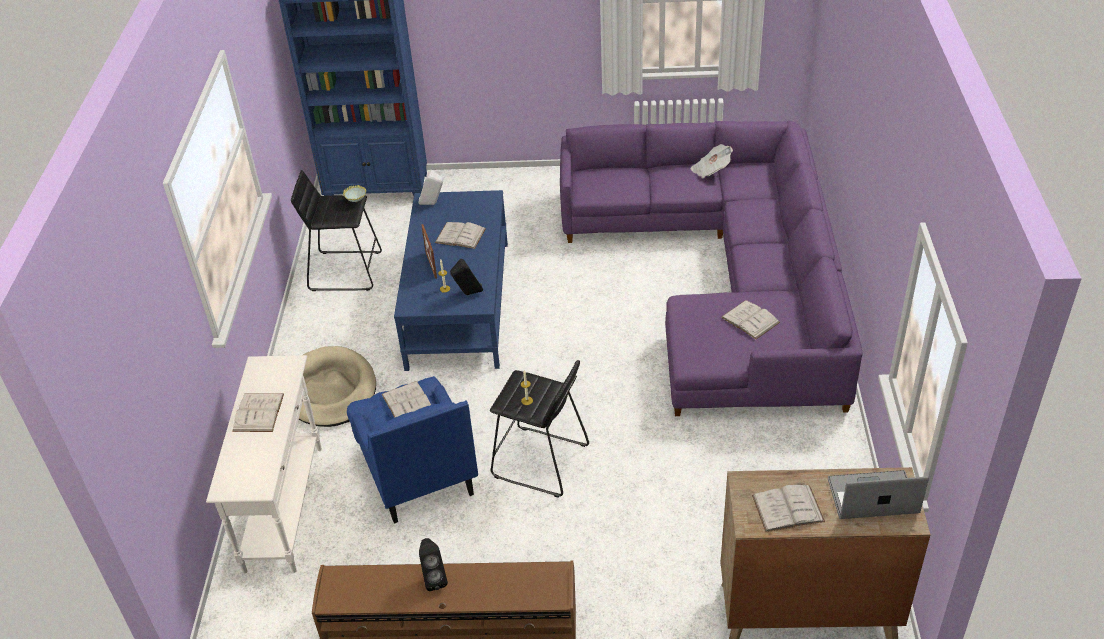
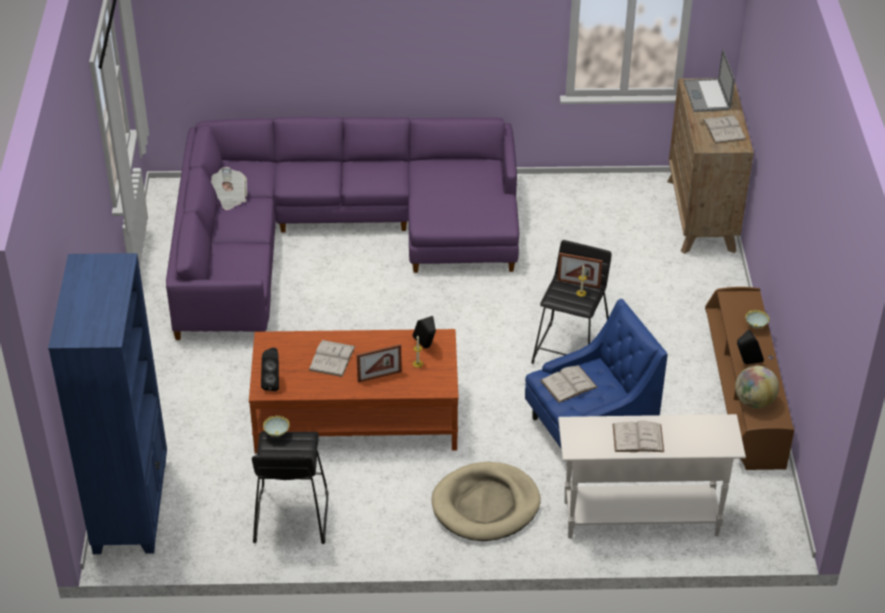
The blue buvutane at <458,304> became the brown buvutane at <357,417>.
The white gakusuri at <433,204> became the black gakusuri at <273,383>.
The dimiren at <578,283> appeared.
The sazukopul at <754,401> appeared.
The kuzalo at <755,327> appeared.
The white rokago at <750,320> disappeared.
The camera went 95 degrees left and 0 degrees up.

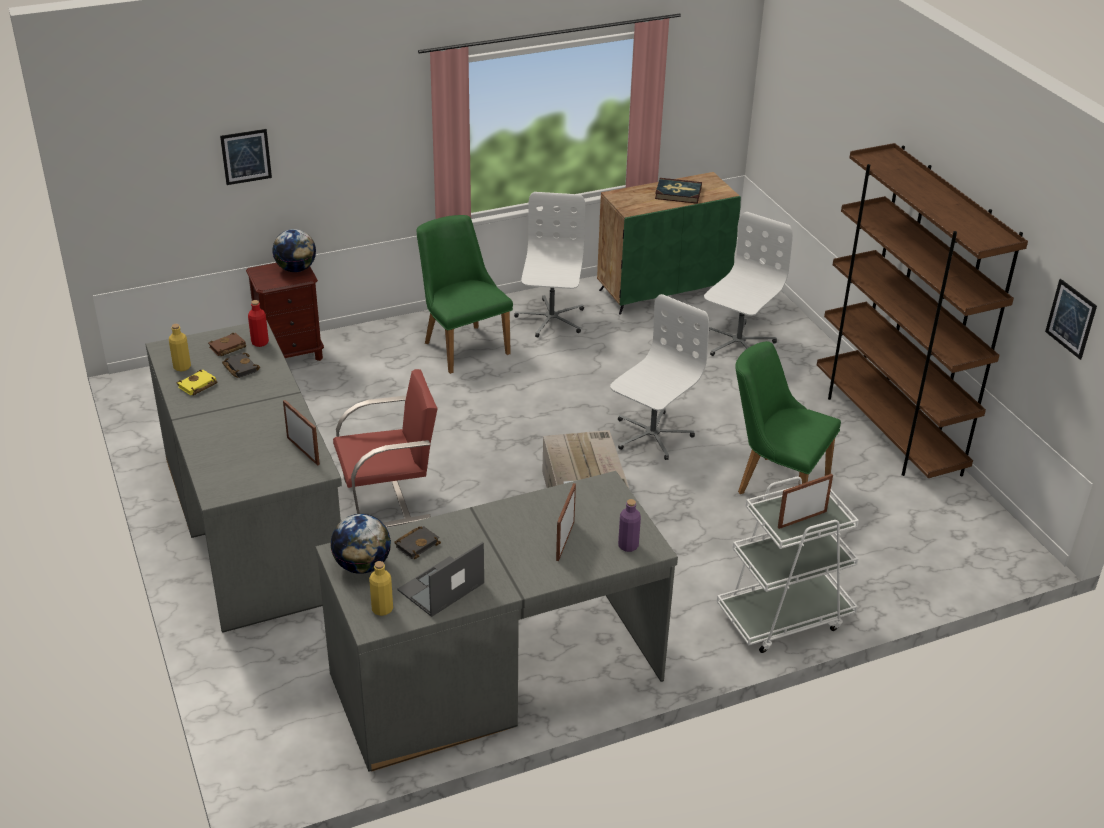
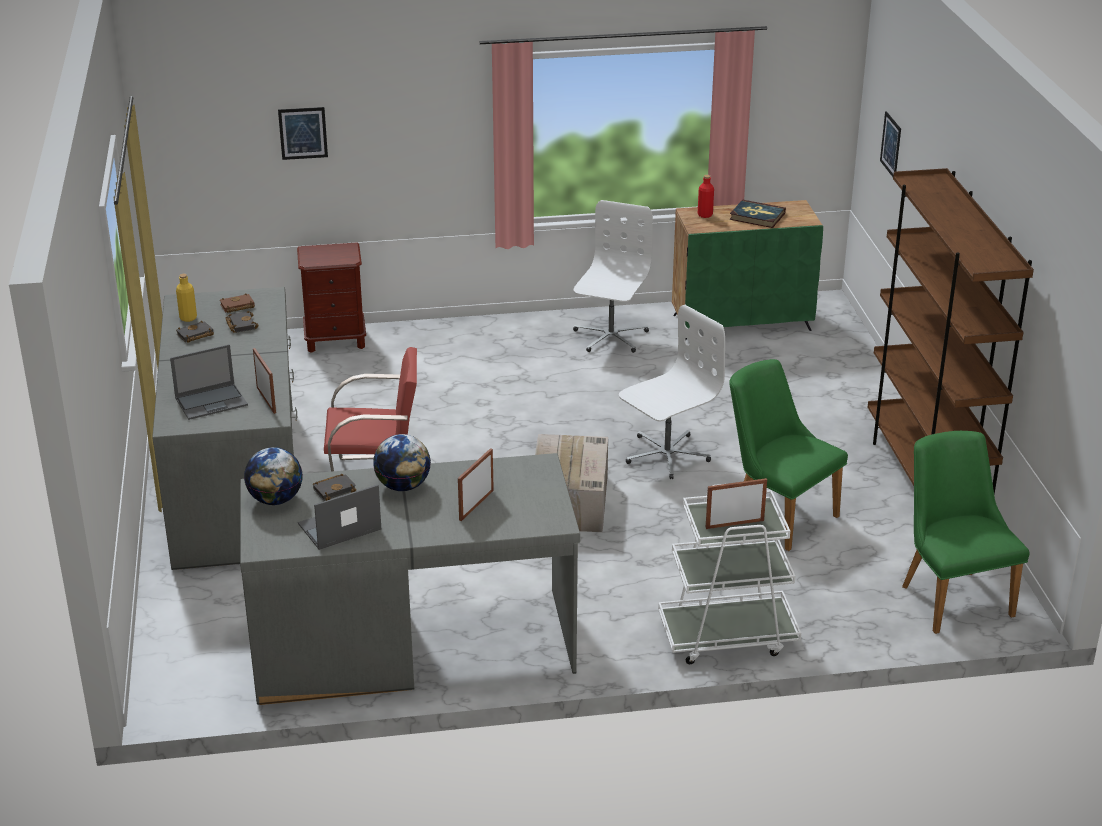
The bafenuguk at <212,401> appeared.
The yellow rokago at <197,386> became the black rokago at <195,335>.
The sazukopul moved from <296,269> to <403,486>.
The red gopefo moved from <260,342> to <705,215>.
The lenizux moved from <1071,318> to <891,145>.
The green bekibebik moved from <461,344> to <950,594>.
The yellow gopefo at <382,609> disappeared.
The purple gopefo at <628,546> disappeared.
The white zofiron at <737,343> disappeared.
The camera went 15 degrees right and 5 degrees down.

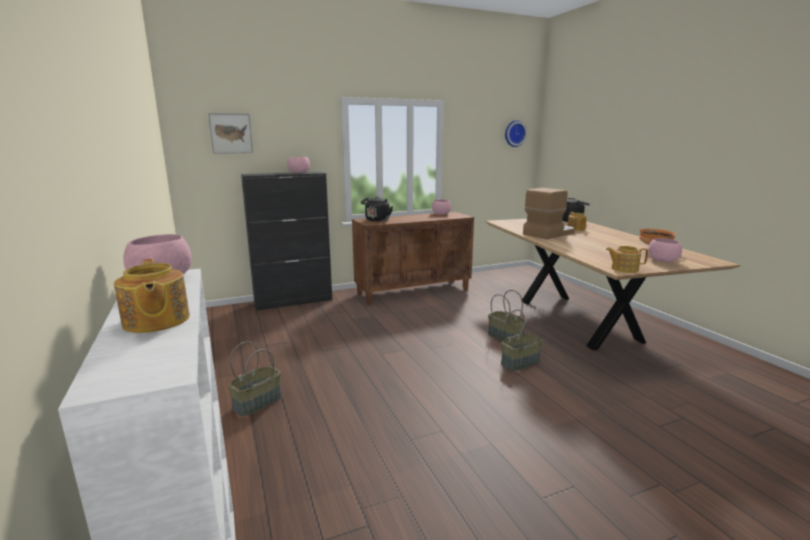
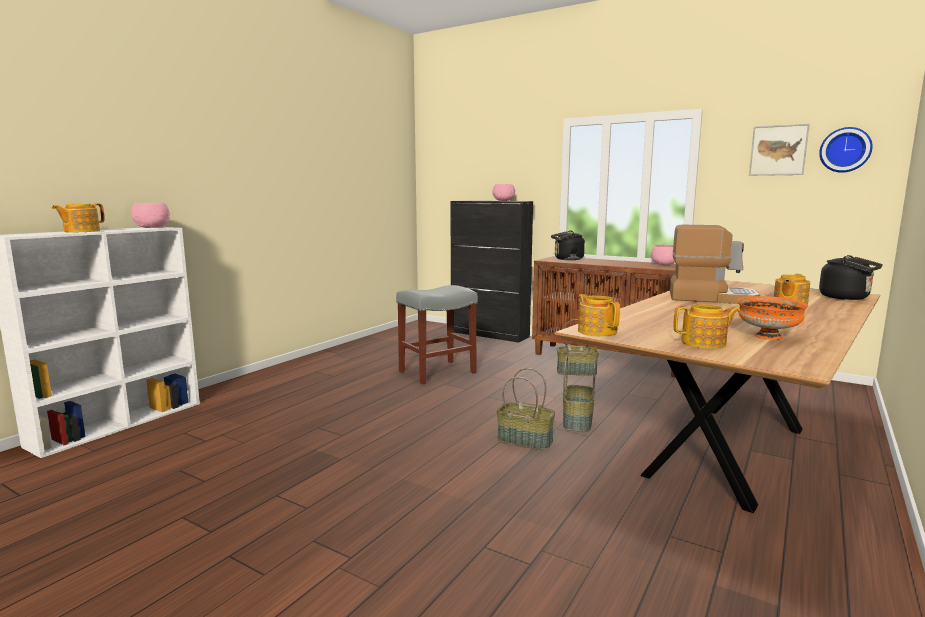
The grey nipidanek at <438,372> appeared.
The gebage moved from <257,402> to <577,371>.
The pink kuzalo at <663,261> was replaced by the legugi at <704,343>.
The lenizux moved from <231,133> to <778,150>.
The camera went 55 degrees right and 5 degrees down.

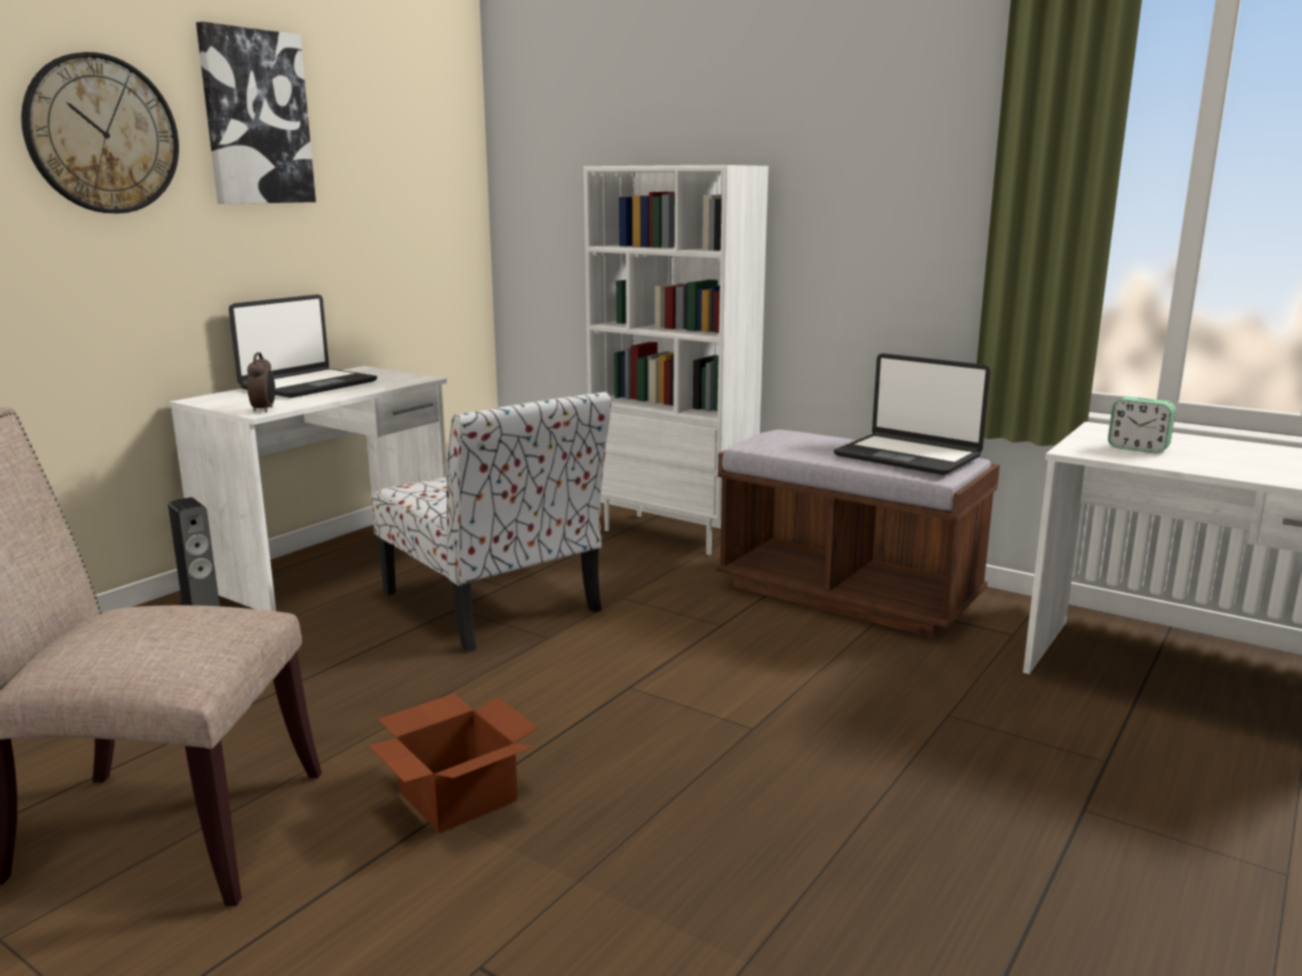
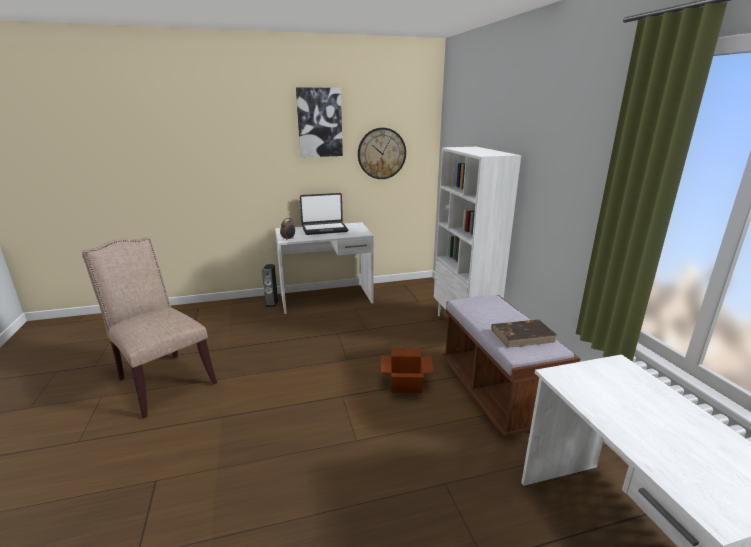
The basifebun moved from <102,134> to <381,153>.
The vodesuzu moved from <458,795> to <406,383>.
The bafenuguk at <908,456> was replaced by the brown rokago at <523,335>.
The bekibebik at <494,603> disappeared.
The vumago at <1138,448> disappeared.
The camera went 40 degrees right and 5 degrees up.

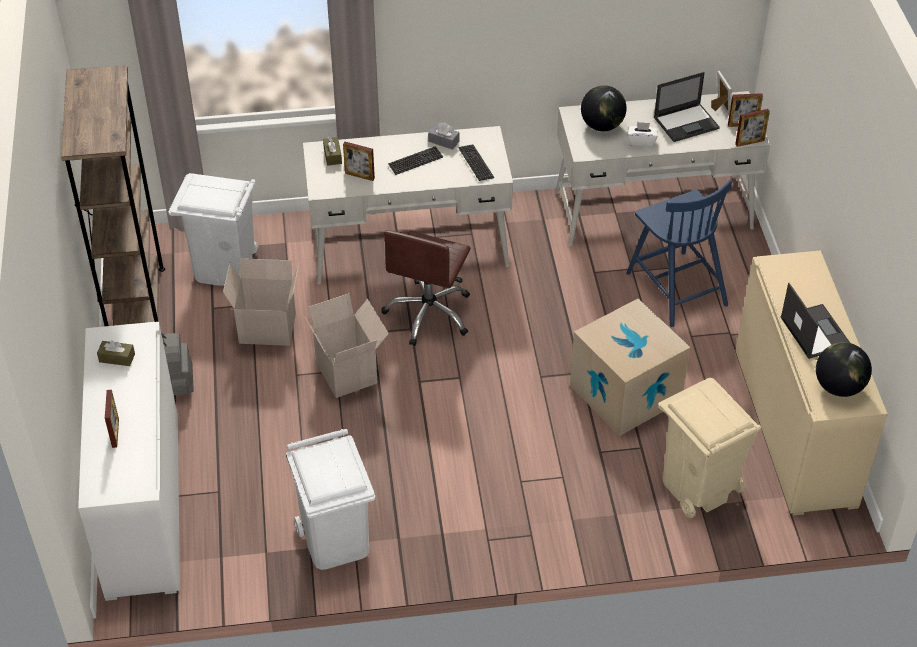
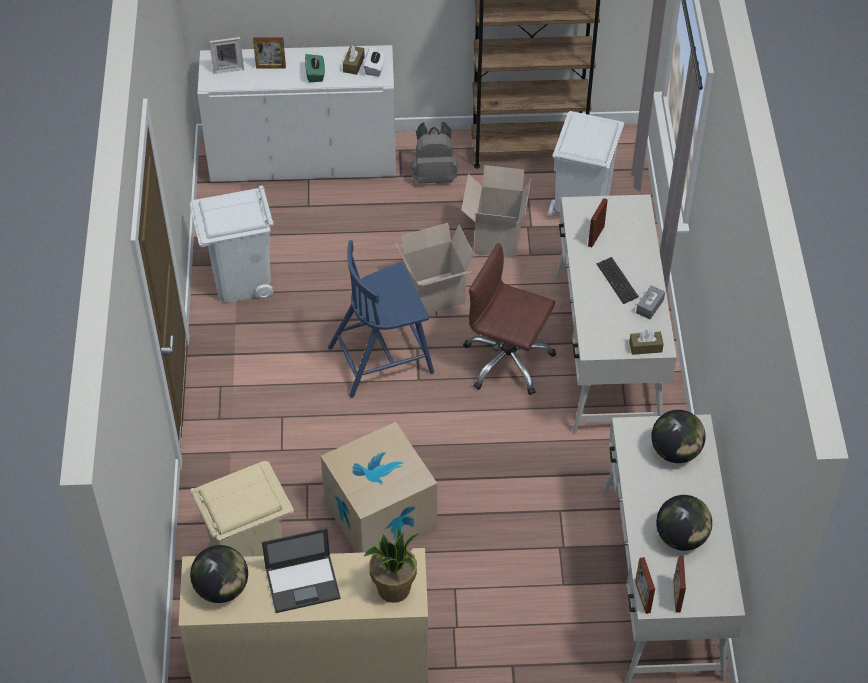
The dimiren moved from <719,109> to <228,67>.
The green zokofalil at <315,74> appeared.
The blue bekibebik moved from <675,287> to <382,358>.
The white zokofalil moved from <641,141> to <375,68>.
The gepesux at <394,589> appeared.
The brown zokofalil moved from <332,155> to <645,347>.
The bafenuguk at <686,122> was replaced by the sazukopul at <681,537>.
The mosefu at <476,163> disappeared.
The camera went 95 degrees right and 5 degrees up.

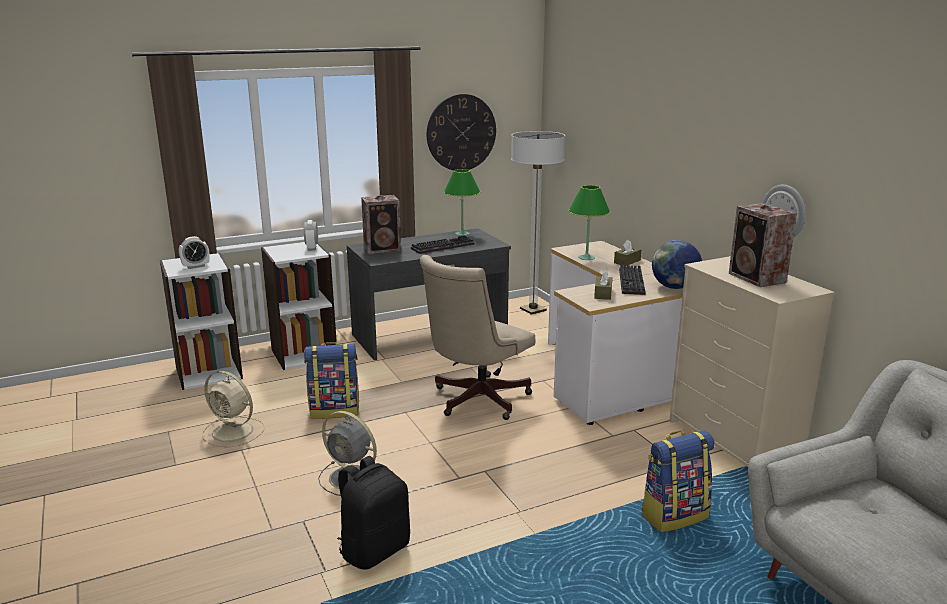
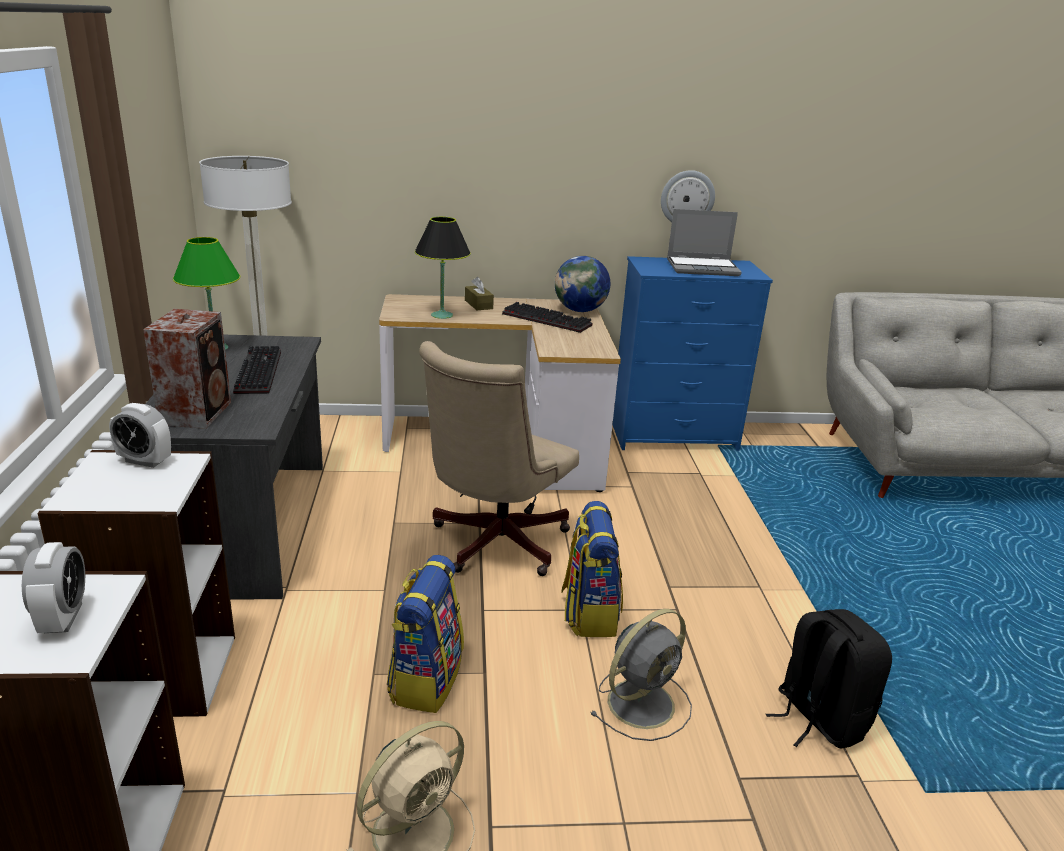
The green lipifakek at <586,258> became the black lipifakek at <442,315>.
The beige zofiron at <475,400> turned 60 degrees clockwise.
The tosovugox moved from <674,515> to <589,613>.
The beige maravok at <734,441> became the blue maravok at <674,436>.
The gakusuri at <757,278> was replaced by the bafenuguk at <703,268>.
The basifebun at <461,132> disappeared.
The brown zokofalil at <603,294> disappeared.
The camera went 70 degrees left and 5 degrees up.

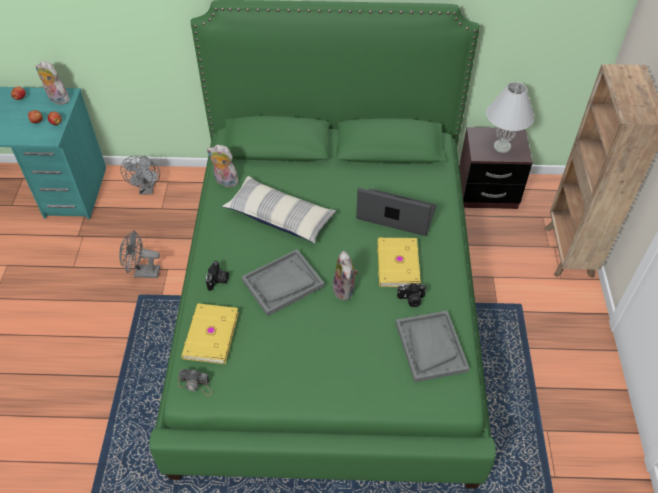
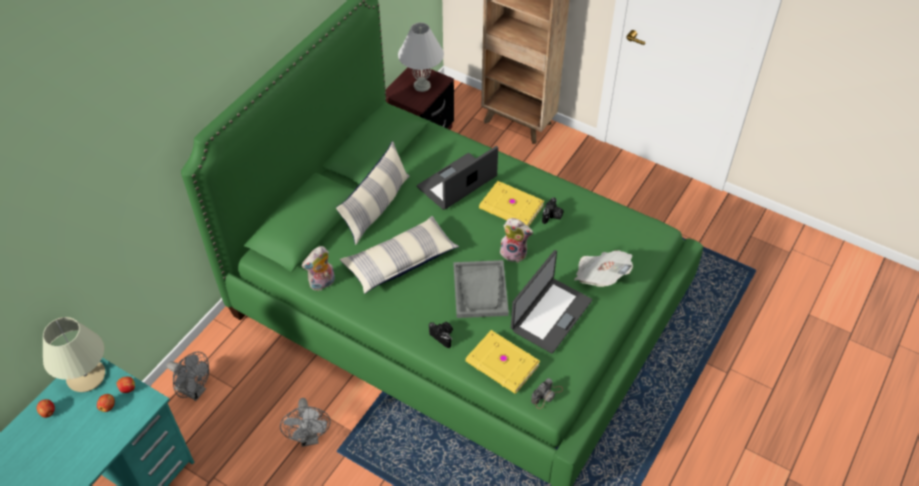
The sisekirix at <57,99> was replaced by the beige lipifakek at <86,376>.
The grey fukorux at <142,272> turned 45 degrees counterclockwise.
The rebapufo at <377,207> appeared.
The bafenuguk at <550,315> appeared.
The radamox at <600,276> appeared.
The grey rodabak at <430,346> disappeared.
The camera went 60 degrees left and 0 degrees up.

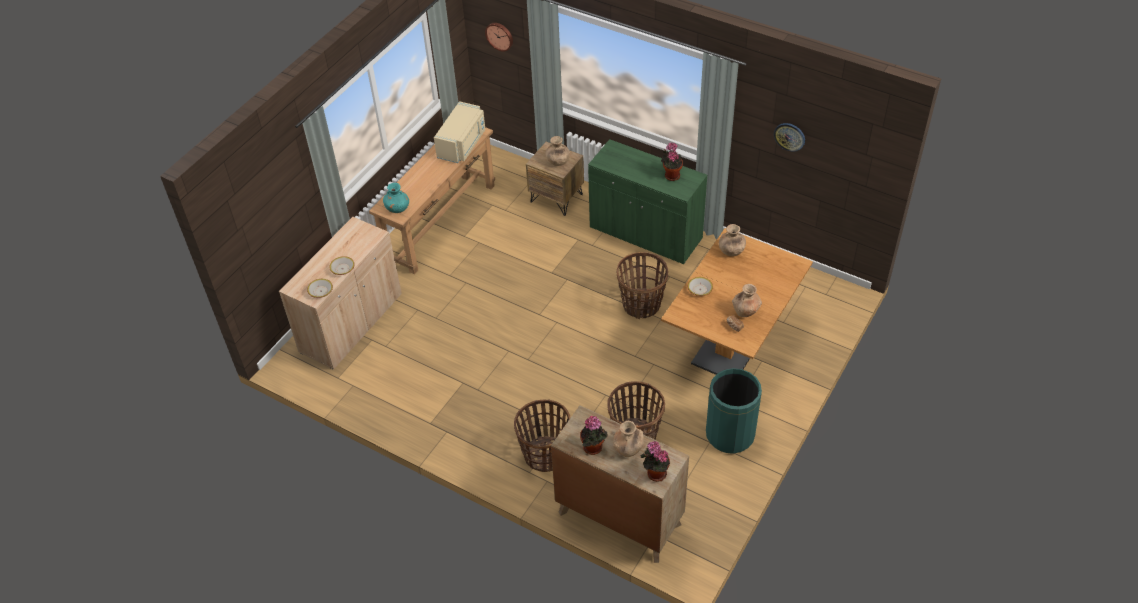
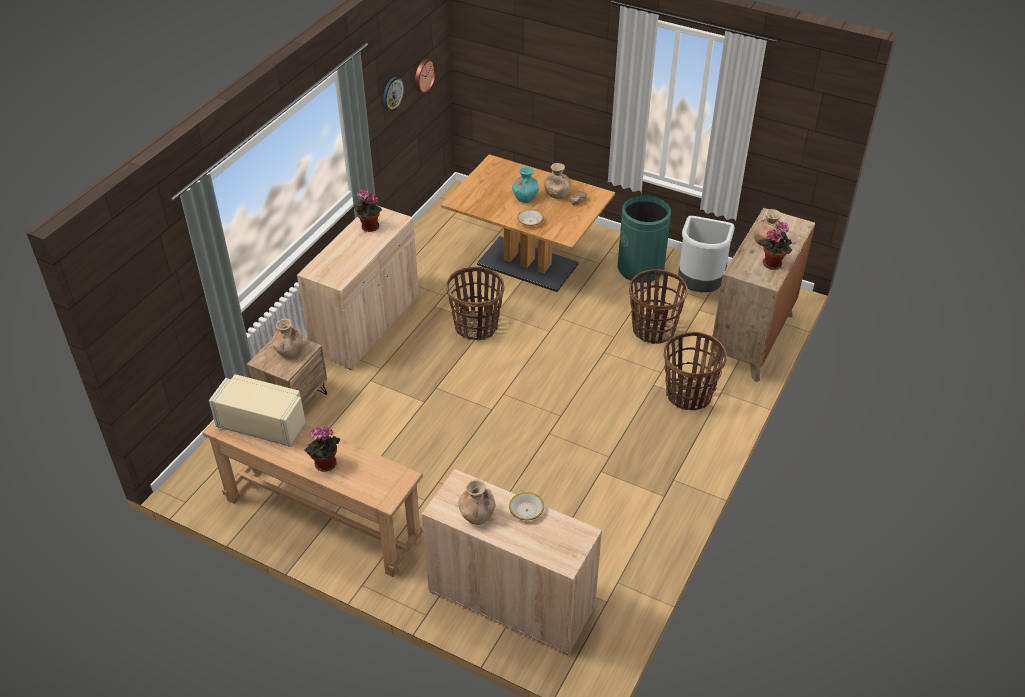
The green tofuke at <645,234> became the beige tofuke at <366,324>.
The gepesux moved from <655,473> to <325,465>.
The basifebun moved from <500,36> to <423,75>.
The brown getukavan moved from <731,251> to <477,515>.
The turquoise getukavan moved from <397,208> to <525,197>.
The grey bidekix at <699,288> appeared.
The kuzalo at <321,291> disappeared.
The camera went 95 degrees left and 5 degrees down.

